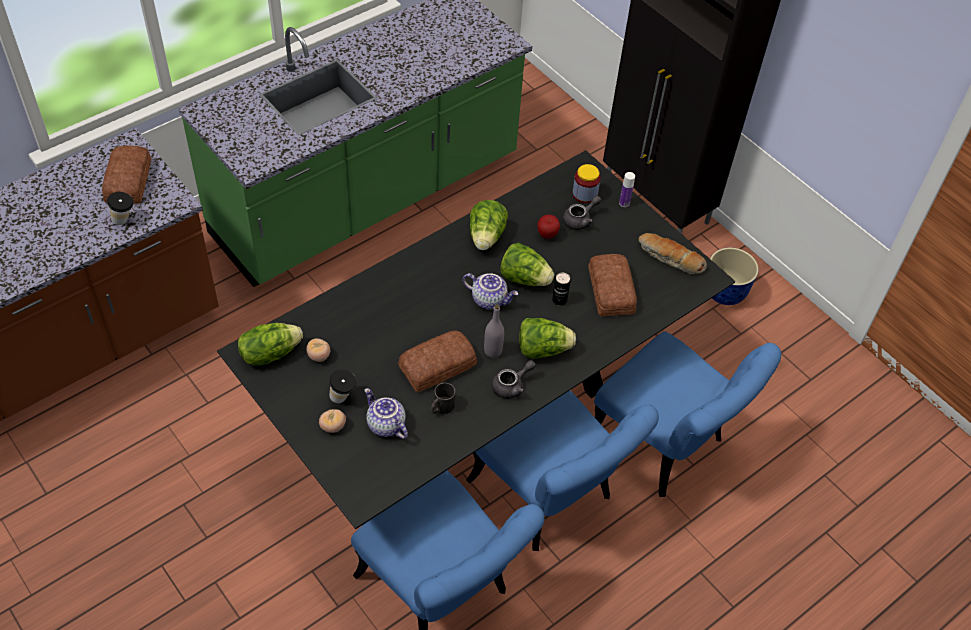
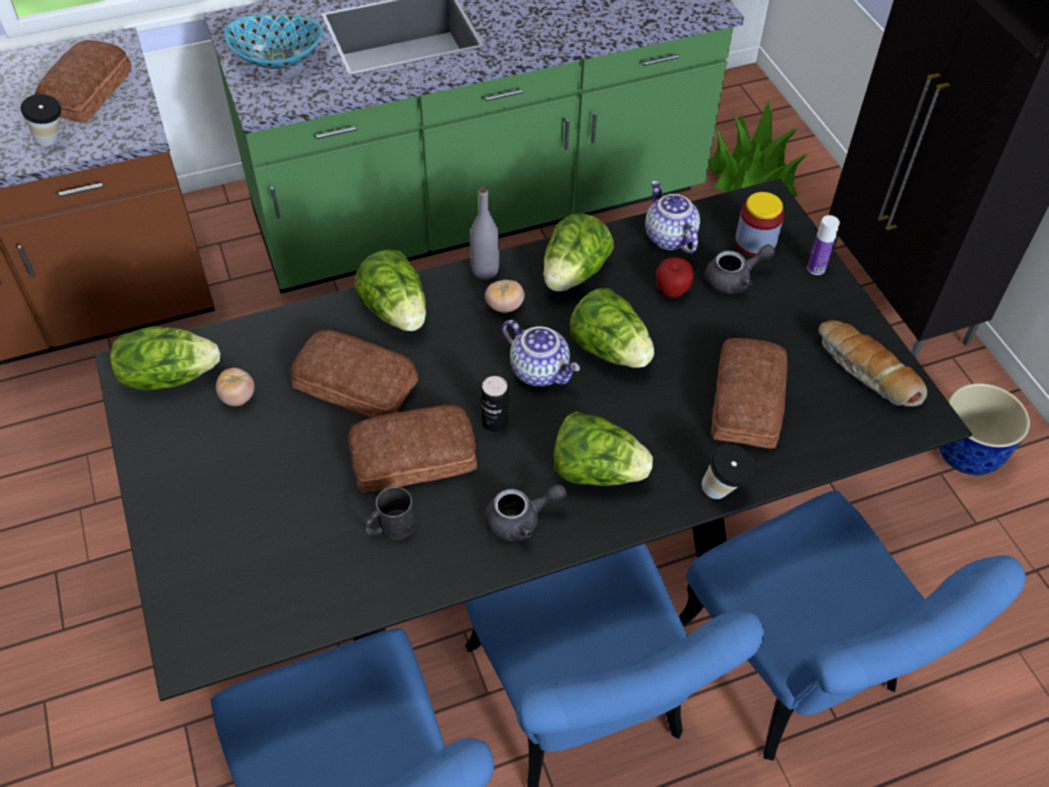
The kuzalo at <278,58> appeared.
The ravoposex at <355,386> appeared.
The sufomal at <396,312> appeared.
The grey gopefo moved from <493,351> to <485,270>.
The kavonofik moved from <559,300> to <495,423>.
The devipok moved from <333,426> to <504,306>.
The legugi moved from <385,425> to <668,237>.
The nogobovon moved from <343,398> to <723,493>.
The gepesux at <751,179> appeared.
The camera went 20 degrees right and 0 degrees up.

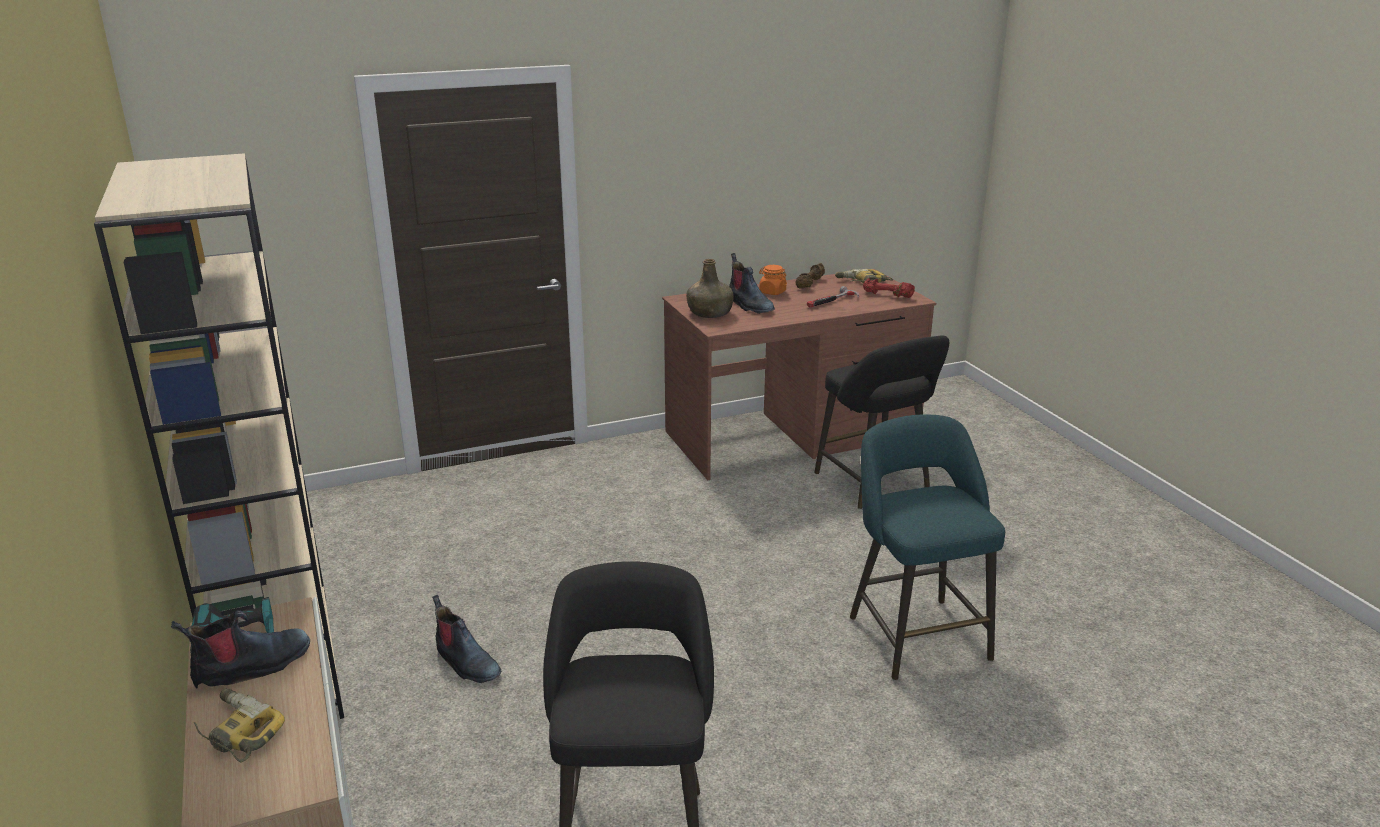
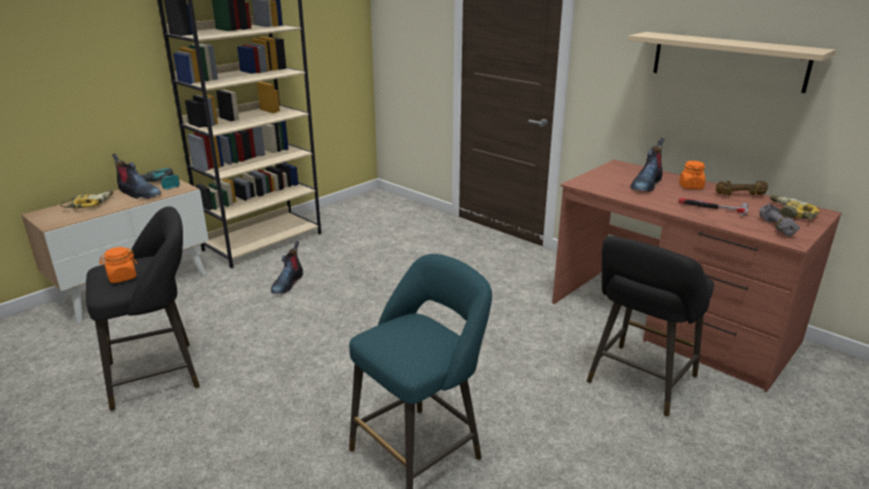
The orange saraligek at <122,277> appeared.
The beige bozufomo at <728,61> appeared.
The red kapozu at <887,295> became the grey kapozu at <775,227>.
The green gopefo at <710,313> disappeared.
The camera went 65 degrees right and 0 degrees up.

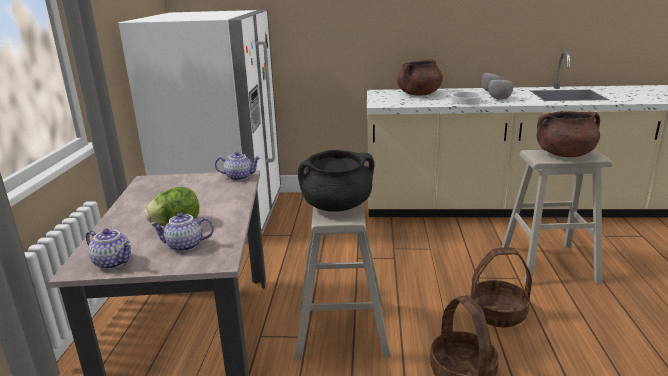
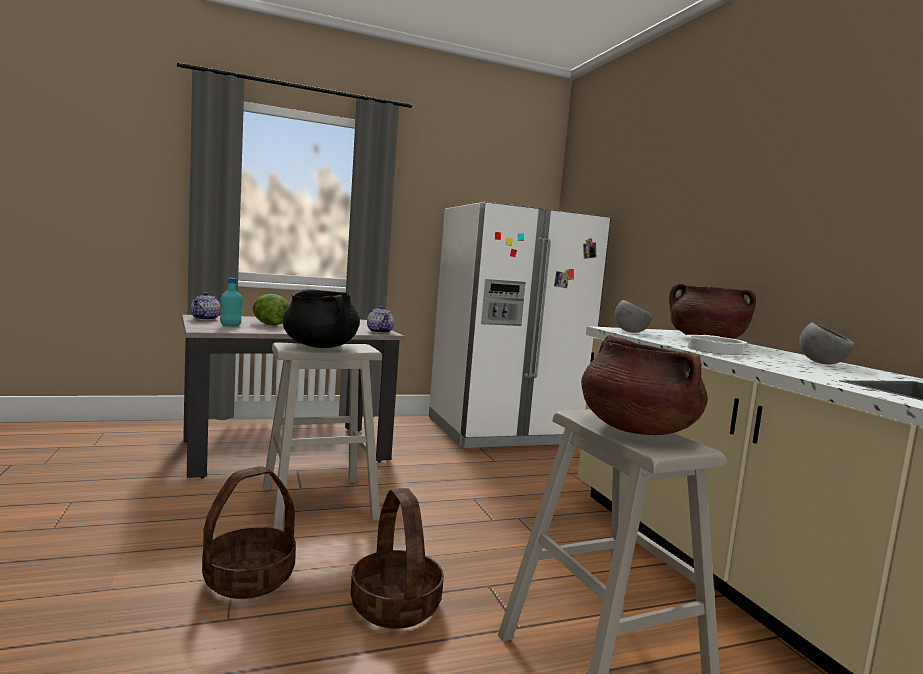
The legugi at <184,246> was replaced by the turquoise gopefo at <230,325>.
The grey kuzalo moved from <499,99> to <630,332>.
The camera went 65 degrees right and 15 degrees down.

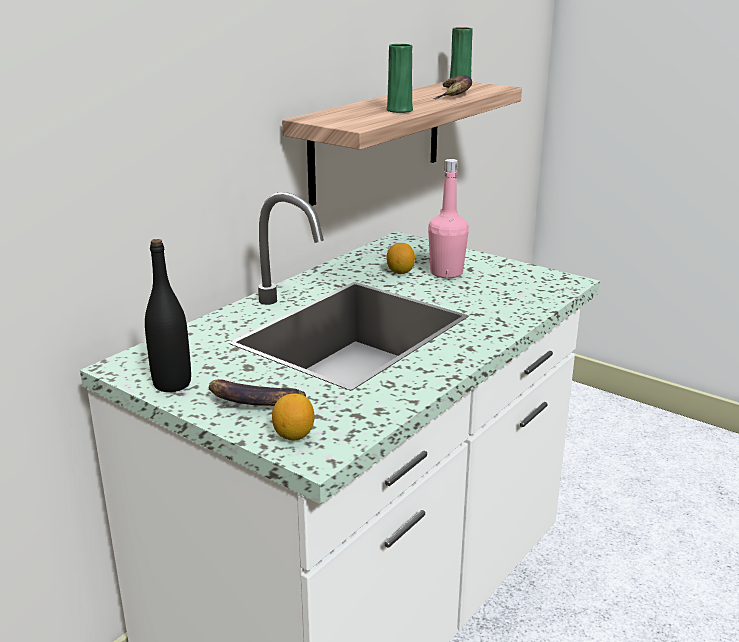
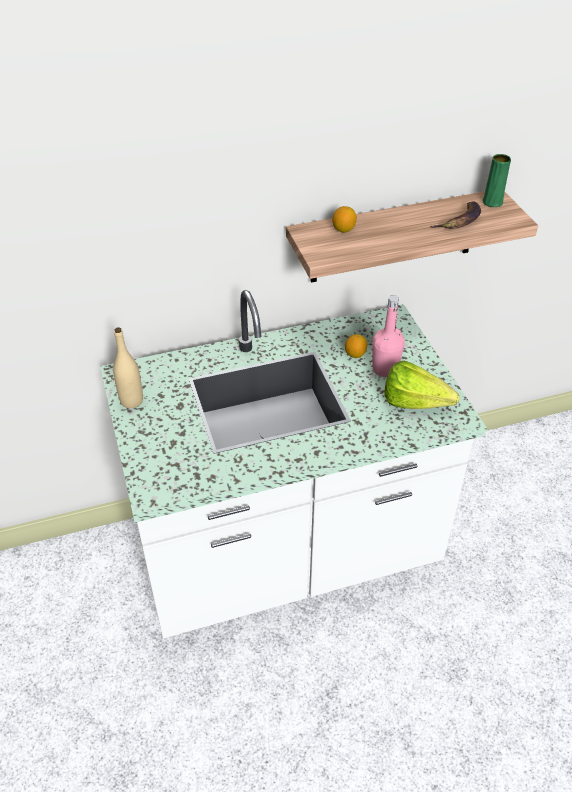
The black gopefo at <172,384> became the beige gopefo at <131,401>.
The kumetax moved from <294,435> to <343,229>.
The sufomal at <419,405> appeared.
The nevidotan at <252,401> disappeared.
The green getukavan at <399,110> disappeared.
The camera went 35 degrees right and 20 degrees up.

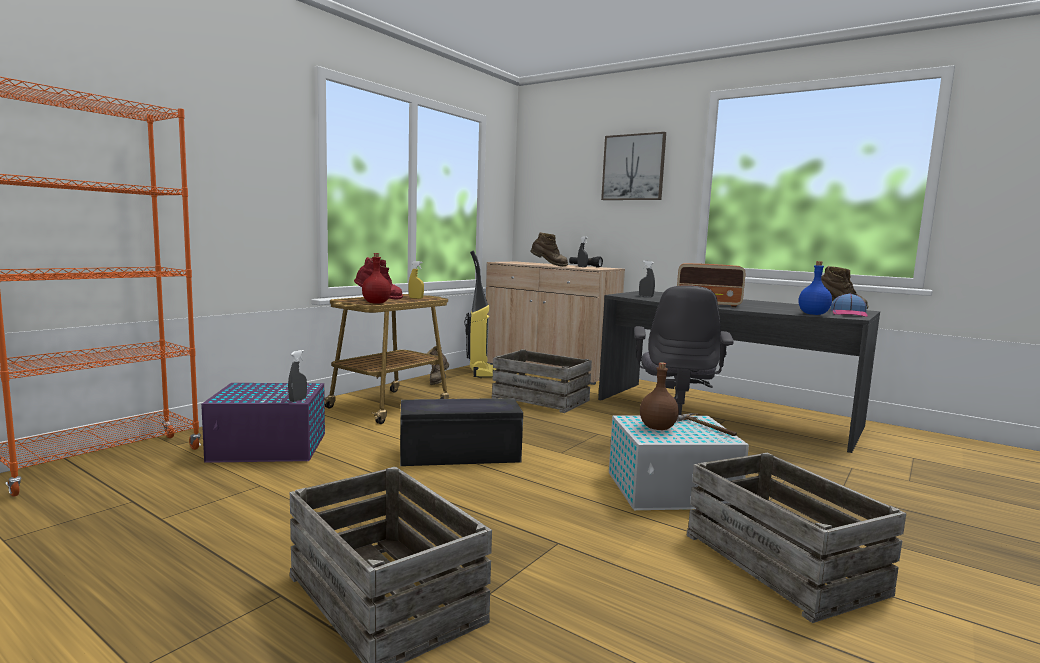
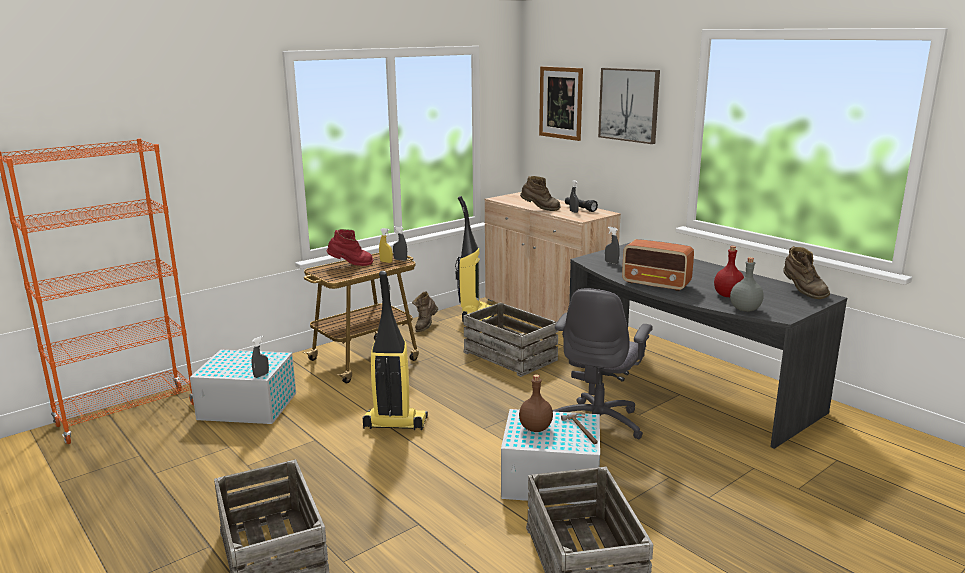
The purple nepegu at <270,448> became the white nepegu at <249,407>.
The black nepegu at <459,454> was replaced by the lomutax at <394,424>.
The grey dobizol at <400,260> appeared.
The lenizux at <561,103> appeared.
The red gopefo moved from <376,303> to <728,295>.
The blue gopefo at <812,314> became the grey gopefo at <744,309>.
The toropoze at <849,314> disappeared.
The camera went 15 degrees right and 10 degrees up.

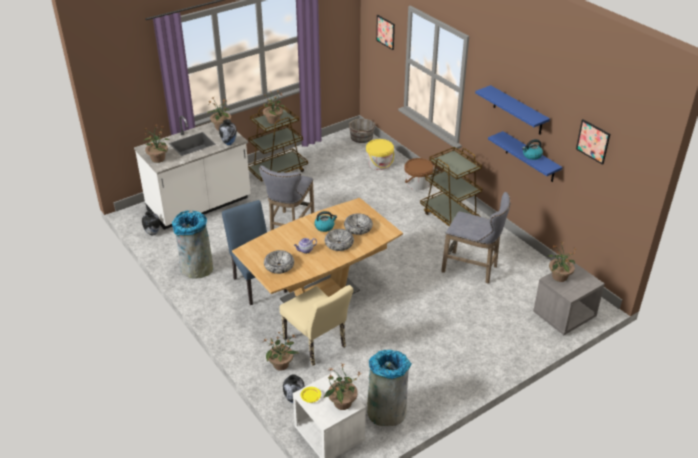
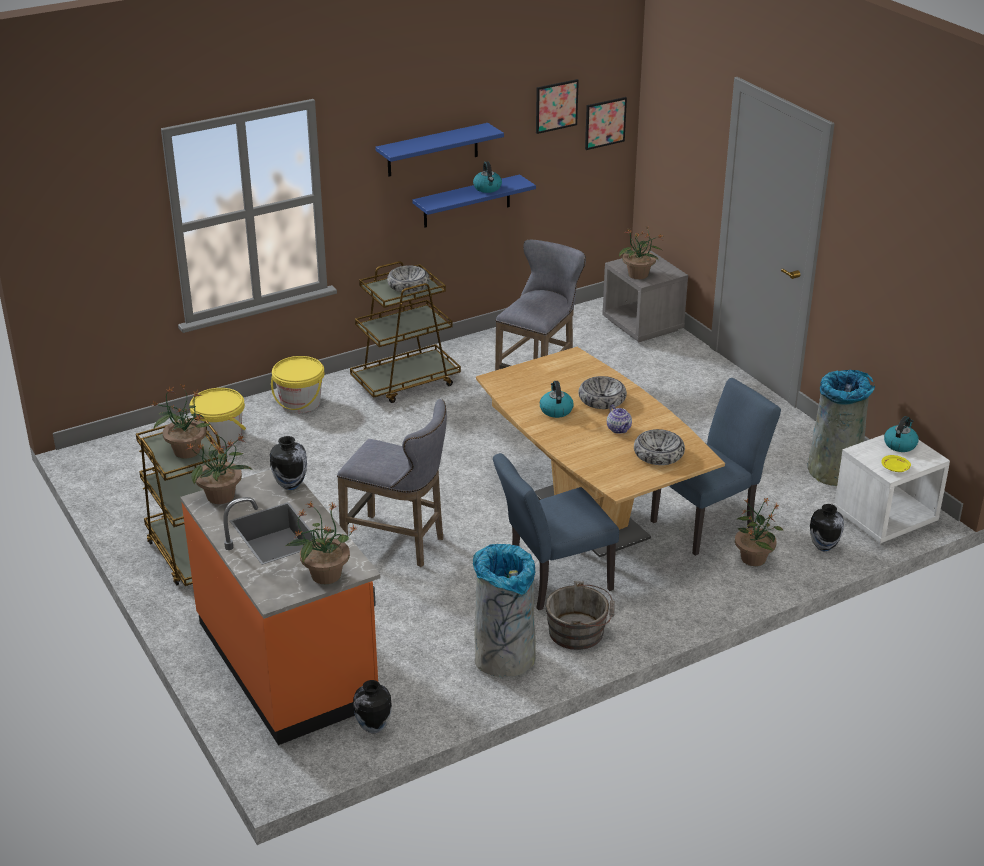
The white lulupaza at <199,205> became the orange lulupaza at <289,662>.
The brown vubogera at <417,184> became the yellow vubogera at <300,403>.
The kuzalo moved from <358,227> to <408,285>.
The grey vubogera moved from <361,138> to <579,632>.
The lenizux moved from <385,32> to <605,123>.
The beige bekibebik at <317,345> became the blue bekibebik at <709,522>.
The gepesux at <342,403> was replaced by the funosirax at <900,444>.
The camera went 85 degrees left and 5 degrees down.

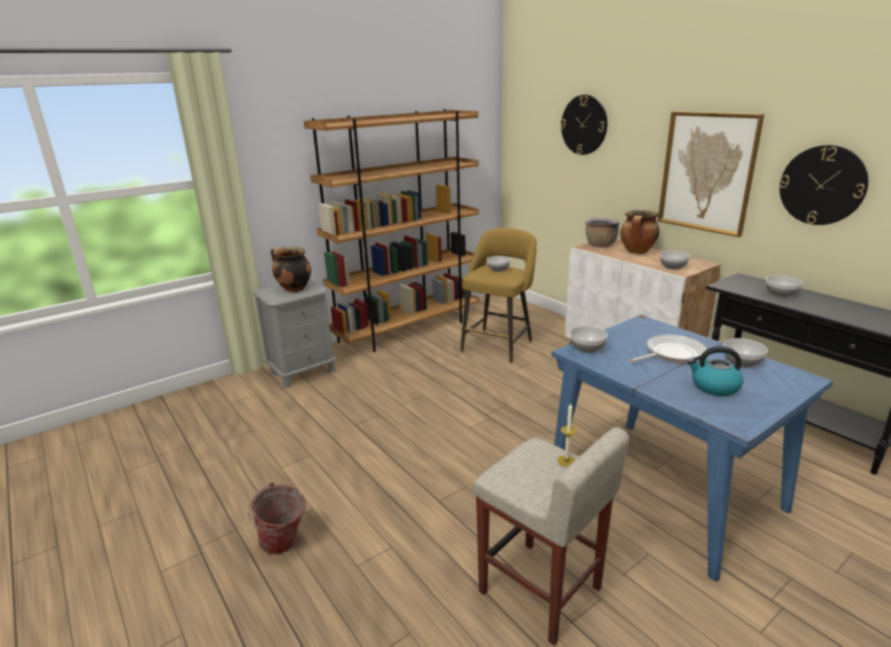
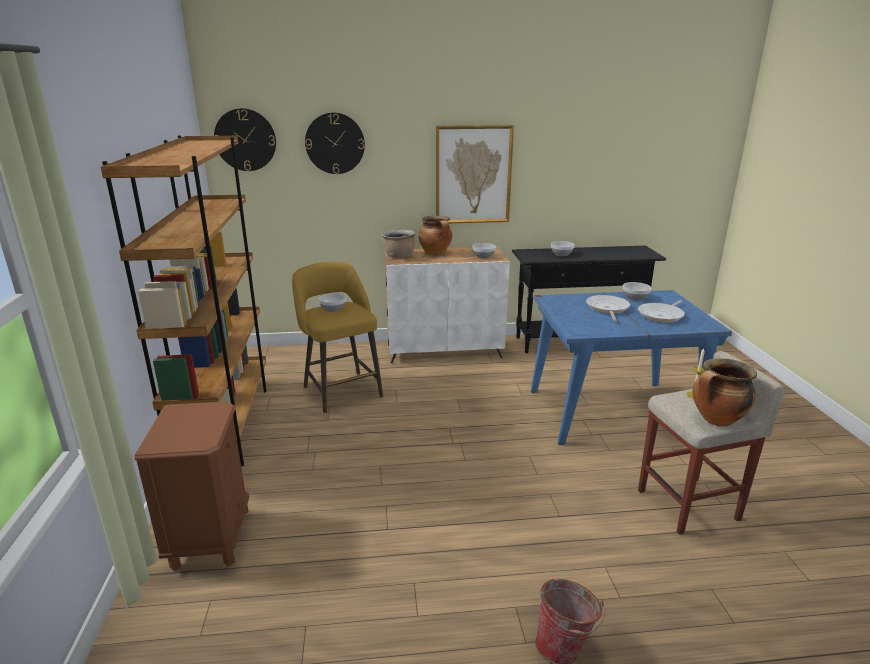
The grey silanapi at <303,372> became the brown silanapi at <210,537>.
The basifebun moved from <822,185> to <245,140>.
The funosirax at <714,387> was replaced by the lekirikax at <662,315>.
The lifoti moved from <293,289> to <716,420>.
The kuzalo at <587,348> disappeared.
The camera went 60 degrees left and 0 degrees up.

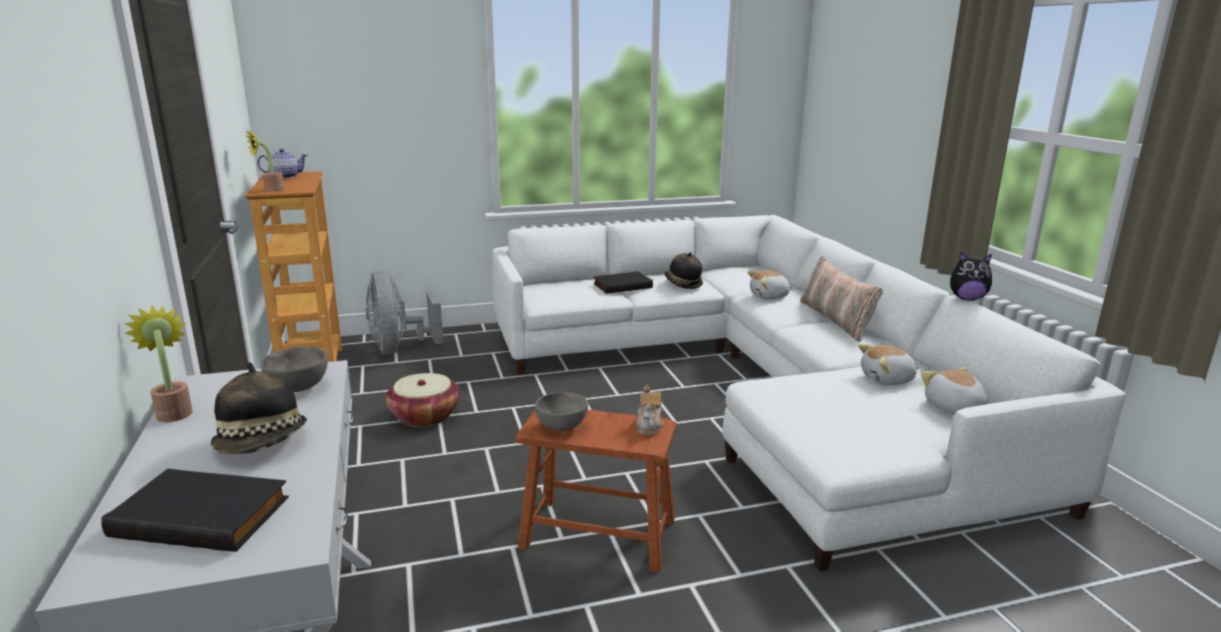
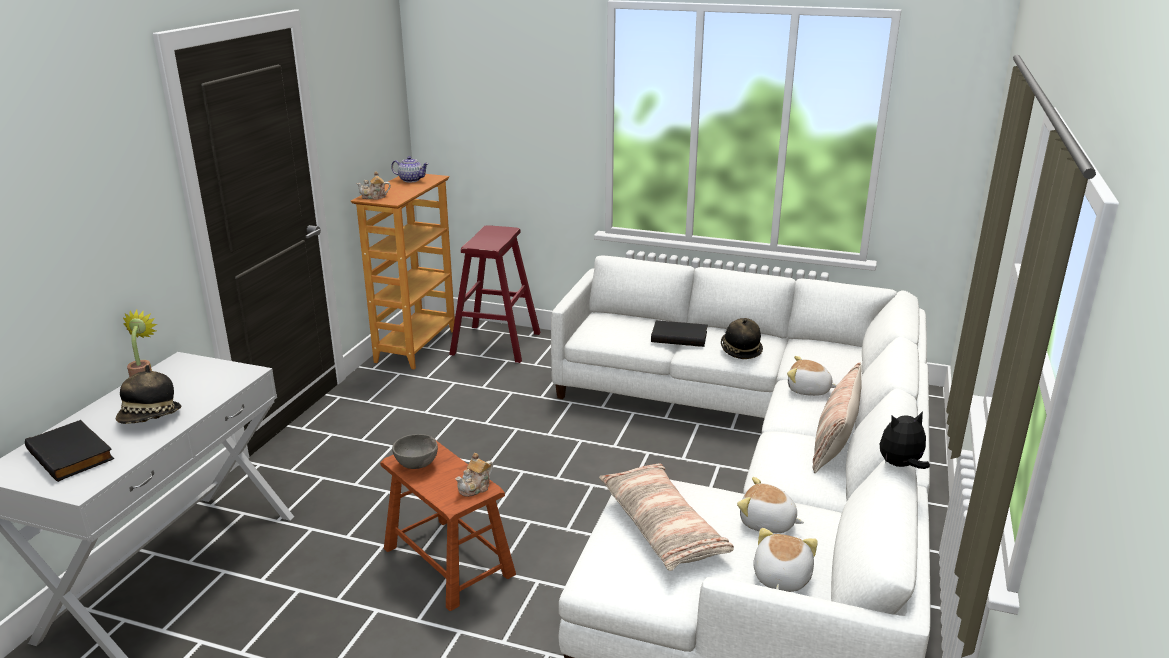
The gepesux at <270,190> was replaced by the legugi at <374,197>.
The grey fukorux at <399,349> was replaced by the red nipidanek at <496,343>.
The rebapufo at <662,527> appeared.
The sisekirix at <967,299> turned 120 degrees clockwise.
The grey kuzalo at <299,388> disappeared.
The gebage at <425,416> disappeared.
The camera went 35 degrees right and 5 degrees up.

